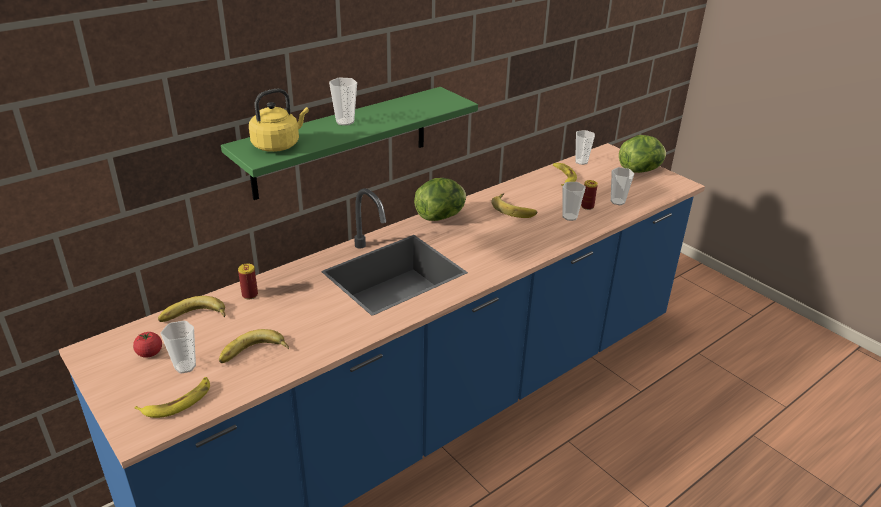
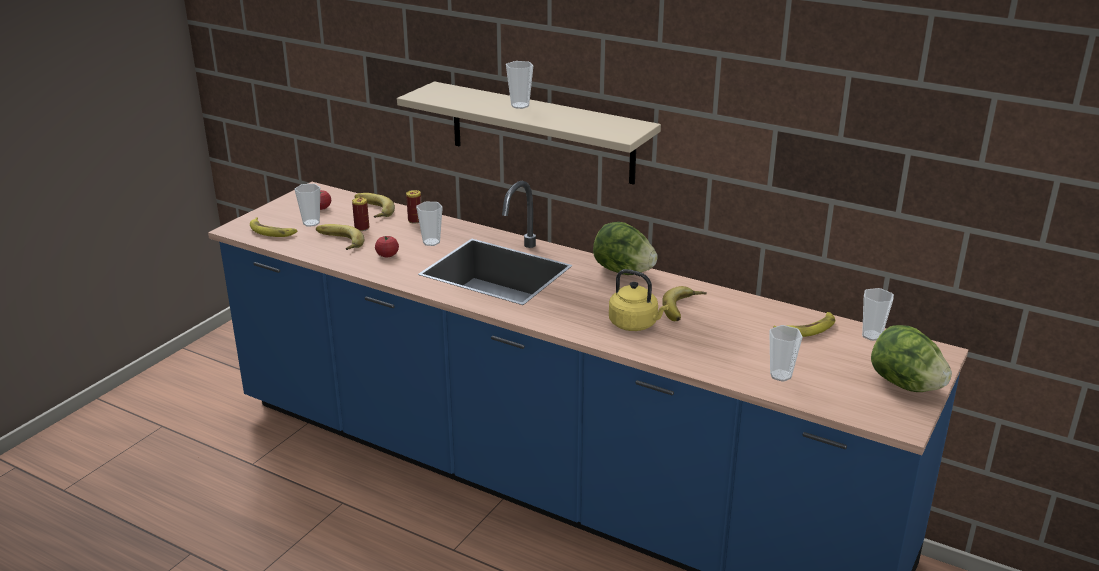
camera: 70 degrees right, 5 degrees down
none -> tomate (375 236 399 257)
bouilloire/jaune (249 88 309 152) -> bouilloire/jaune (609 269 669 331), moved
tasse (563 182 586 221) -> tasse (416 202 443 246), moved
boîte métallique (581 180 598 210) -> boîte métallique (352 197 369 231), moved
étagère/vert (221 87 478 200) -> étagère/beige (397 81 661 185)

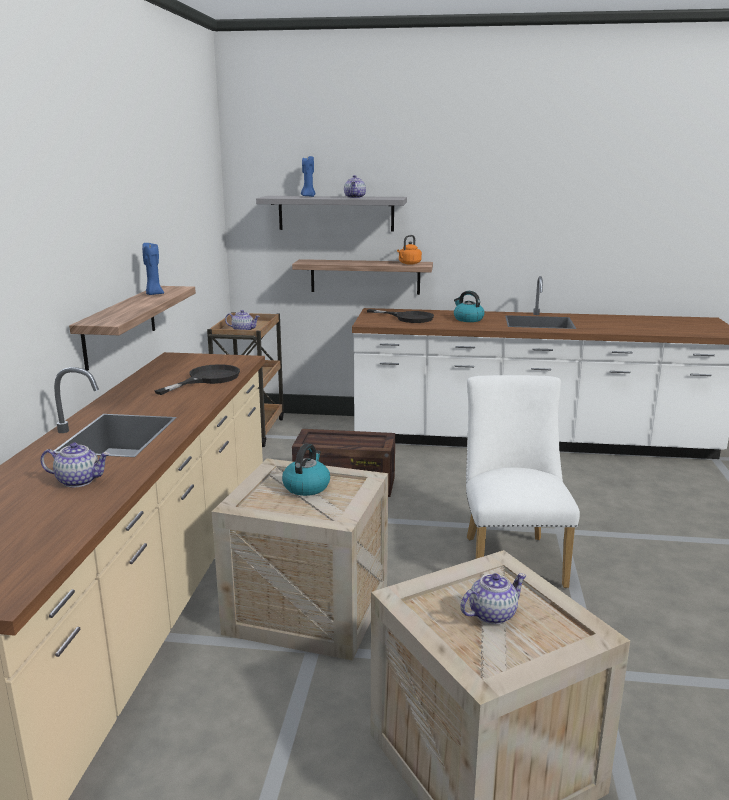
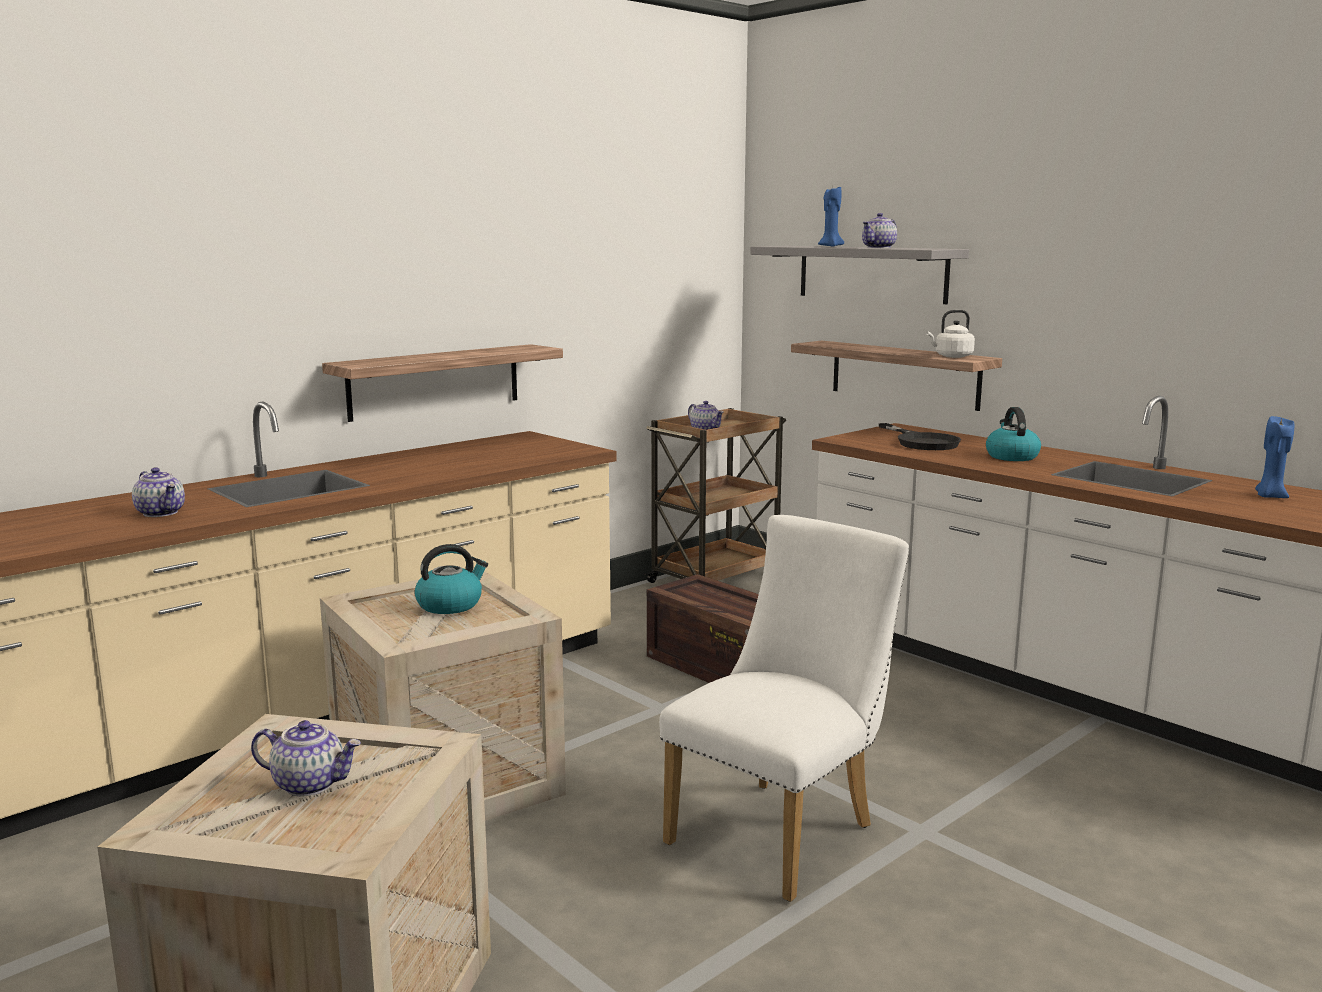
camera: 40 degrees right, 5 degrees down
poêle/noir (154 364 240 395) -> none
bougie/bleu (142 243 164 295) -> bougie/bleu (1255 416 1294 498), moved
bouilloire/orange (397 235 422 265) -> bouilloire/blanc (926 310 975 358)

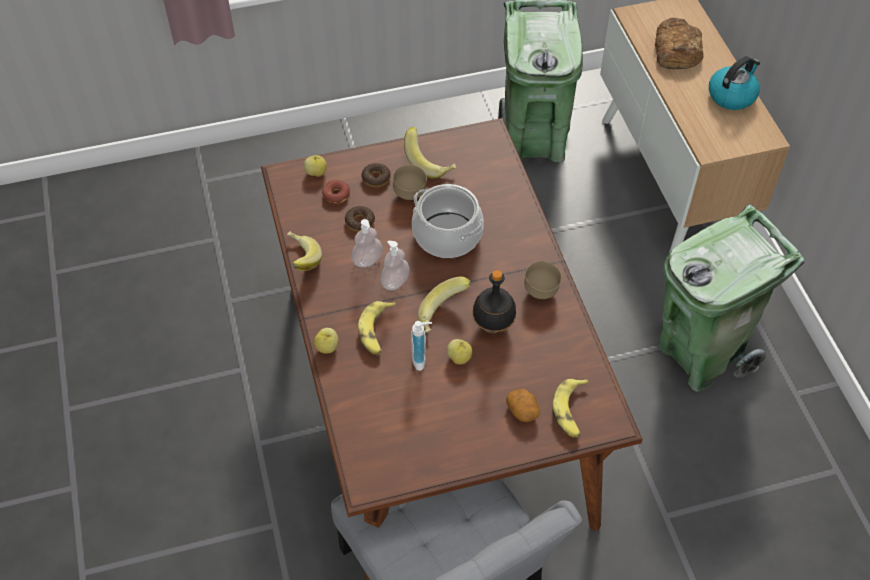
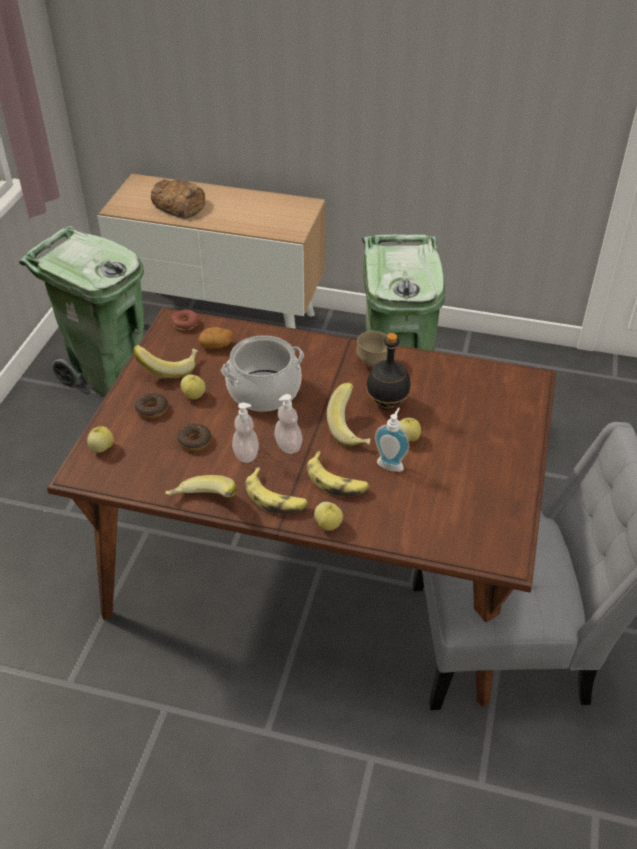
camera: 60 degrees left, 10 degrees down
bouilloire (709 56 760 110) -> none
beignet (322 180 350 205) -> beignet (171 310 199 331), moved
pomme de terre (506 389 540 422) -> pomme de terre (198 327 233 349), moved
banane (552 379 589 438) -> banane (245 467 308 514), moved
bol/marron (393 165 427 200) -> pomme (180 374 205 400)

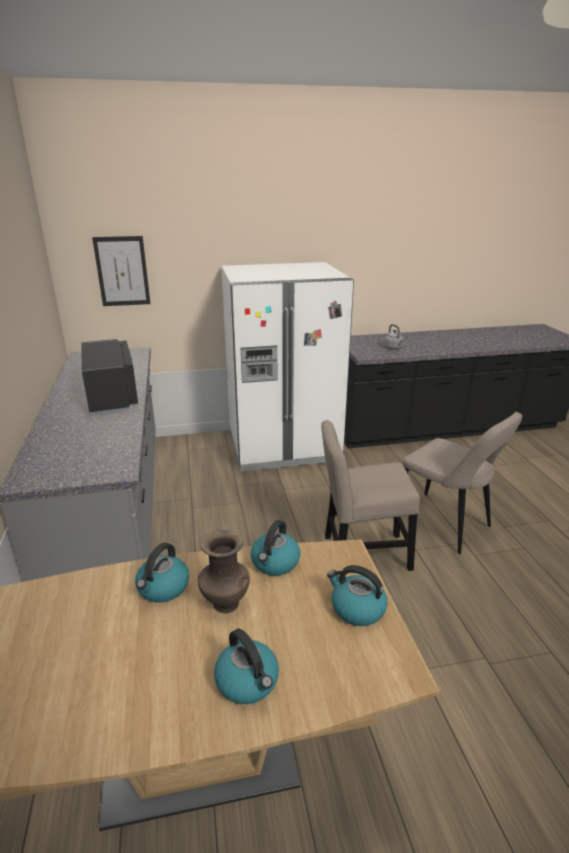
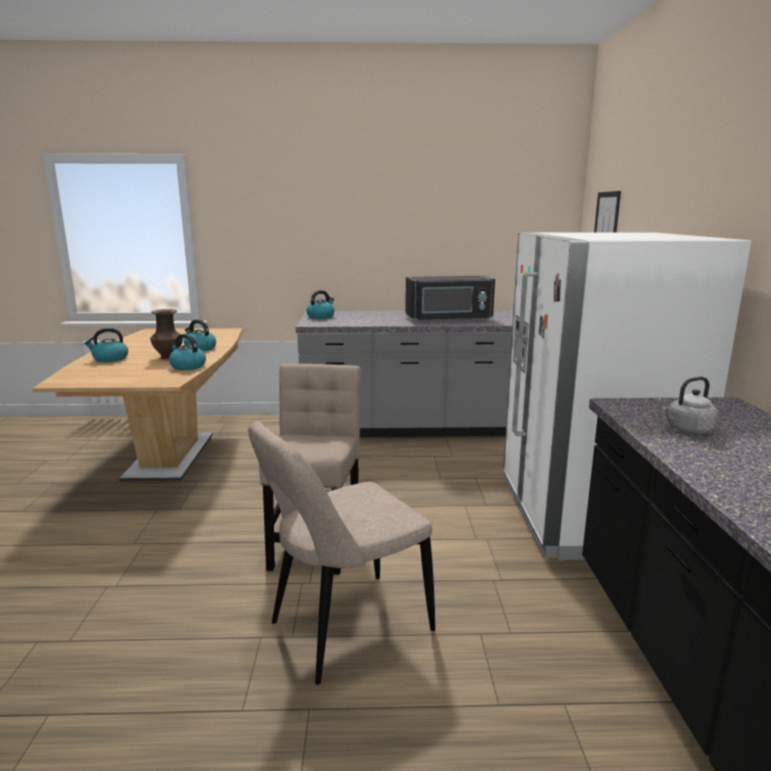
camera: 100 degrees right, 10 degrees down
bouilloire (327 565 387 626) -> bouilloire (306 290 335 319), moved

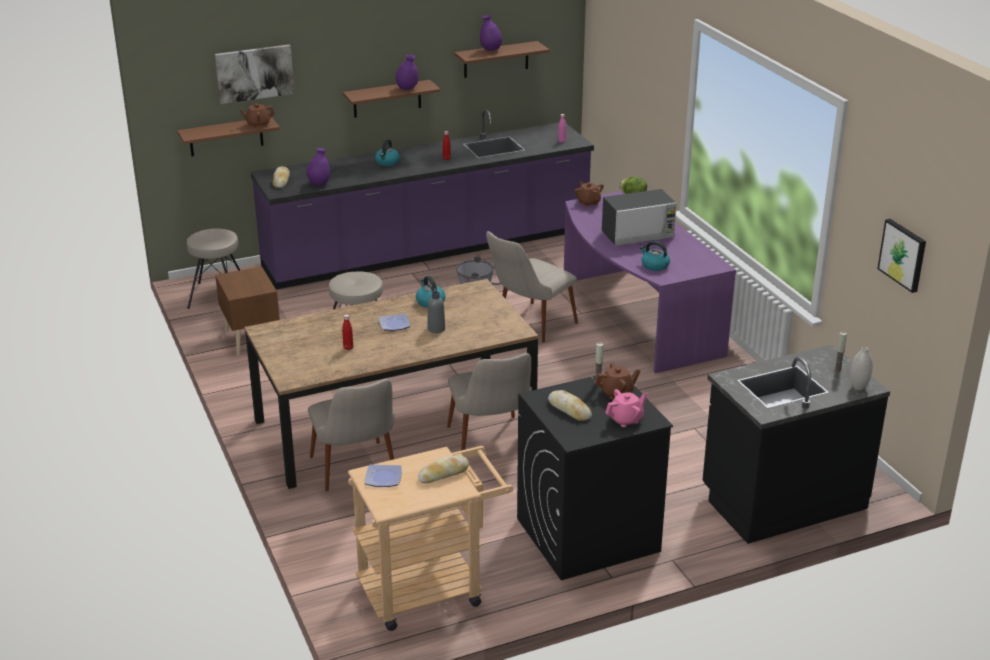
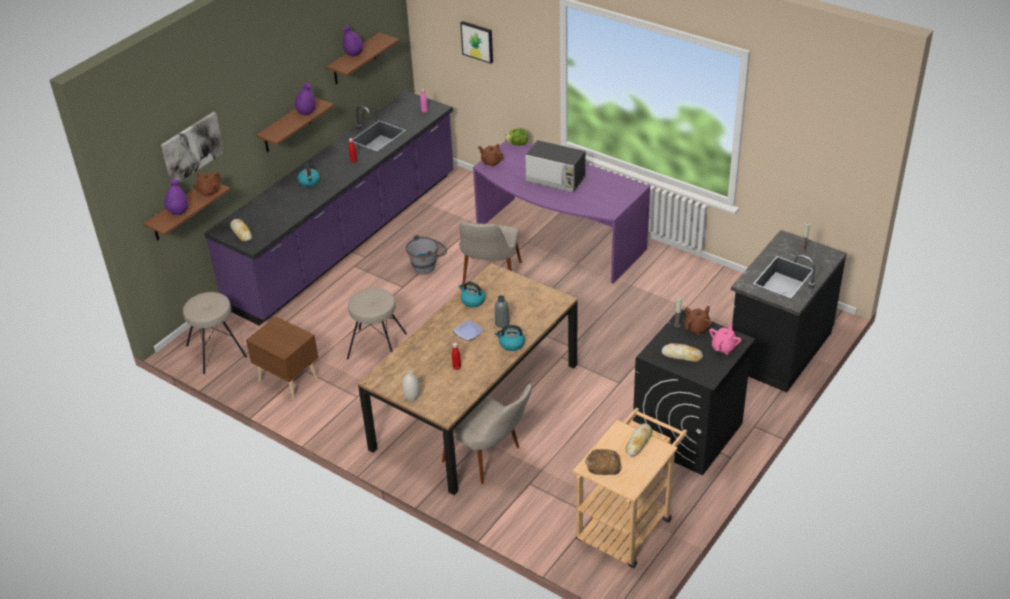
camera: 30 degrees left, 10 degrees up
chaise/beige (447 353 532 451) -> none
vase/violet (306 148 330 185) -> vase/violet (164 180 188 215), moved
bouilloire (640 241 670 271) -> bouilloire (495 325 525 351), moved
vase/blanc (850 347 873 390) -> vase/blanc (403 371 419 402), moved
tableau (877 219 926 293) -> tableau (460 21 493 64), moved
assiette (365 464 402 487) -> pain (585 449 622 475)
micro-ondes (602 189 677 246) -> micro-ondes (525 140 585 192), 75 degrees clockwise

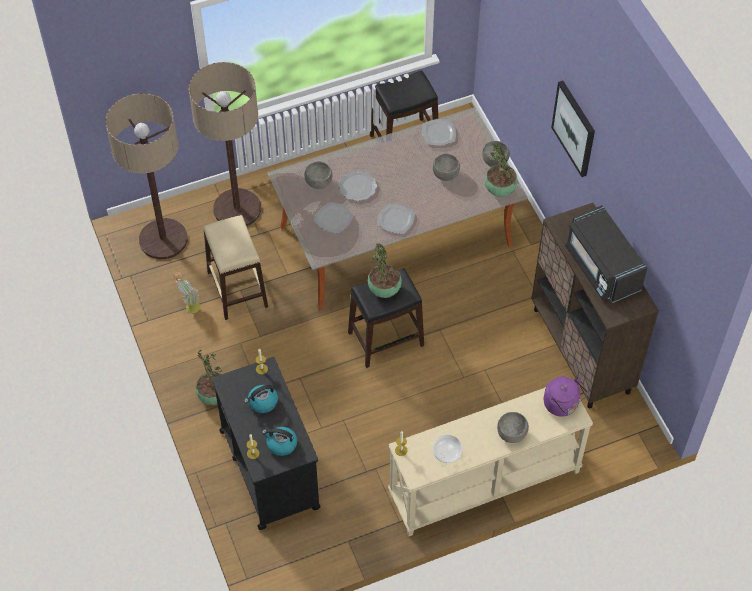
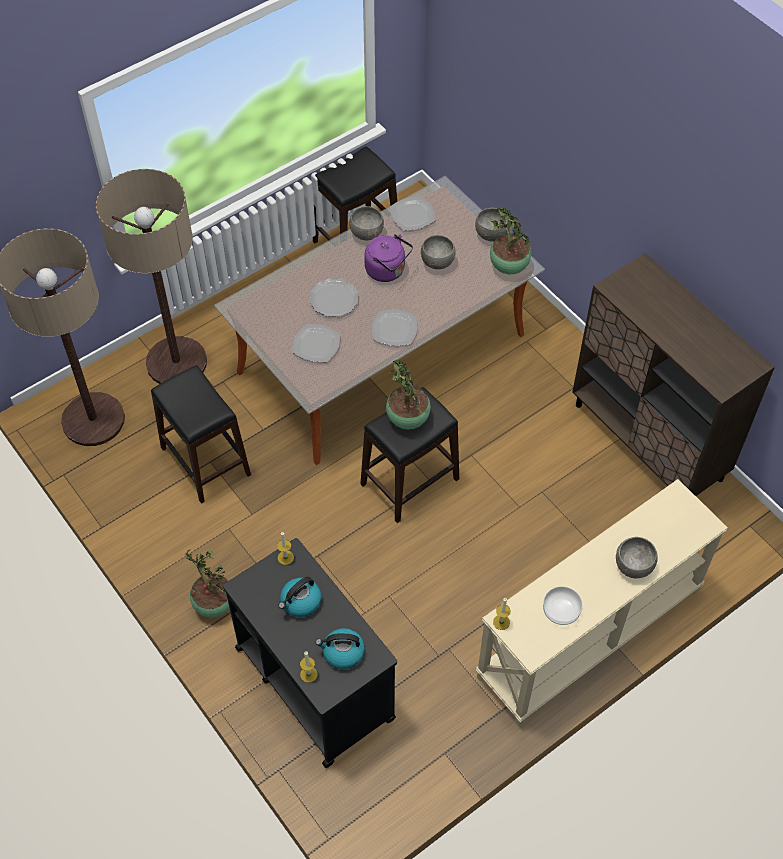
camera: 15 degrees left, 0 degrees up
plante en pot (173 272 200 313) -> none
tableau (551 81 595 177) -> none
micro-ondes/noir (565 205 647 303) -> none
bol/gris (304 161 332 189) -> bol/gris (349 206 384 240), moved
bouilloire/violet (544 377 588 417) -> bouilloire/violet (364 234 413 282), moved
tabouret/beige (203 215 268 320) -> tabouret/noir (151 365 251 504)

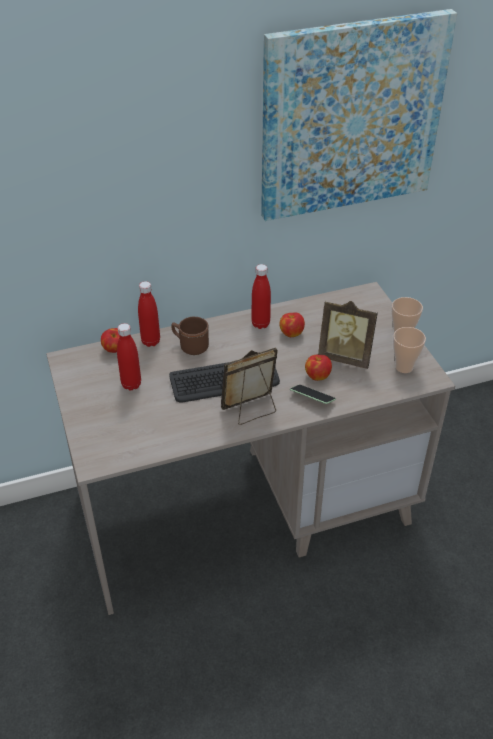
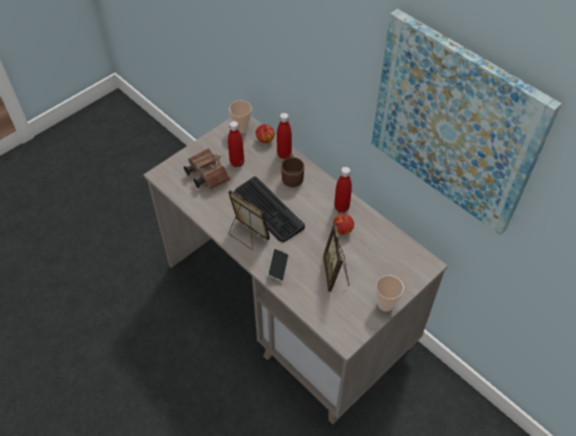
camera: 65 degrees right, 10 degrees up
pomme (305 355 332 381) -> none
none -> jumelles/marron (184 149 231 189)
tasse (393 327 426 373) -> tasse (229 101 252 134), moved

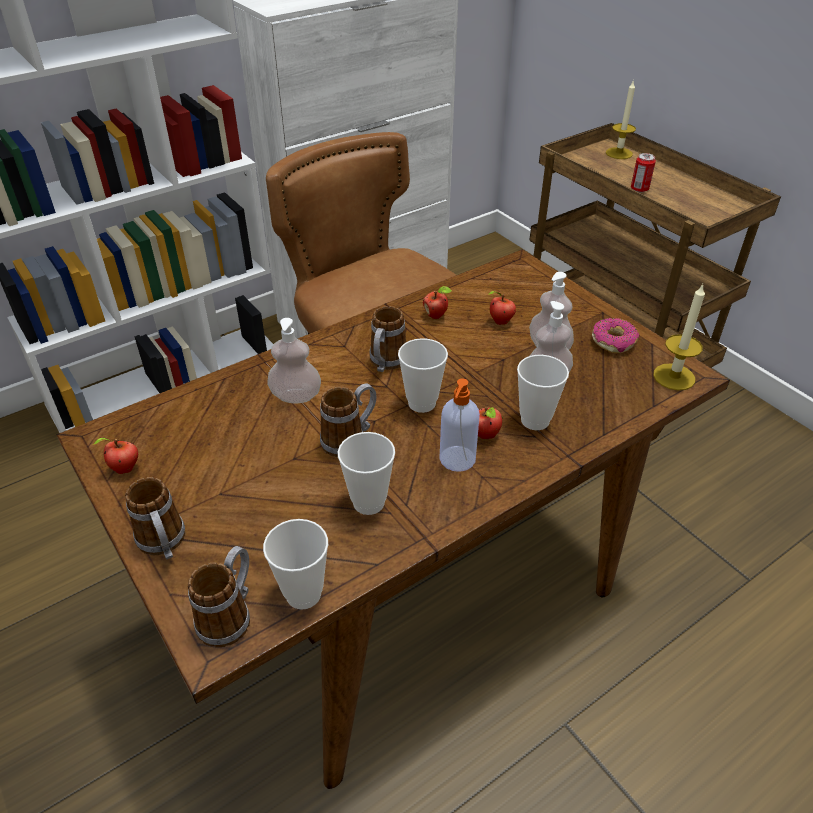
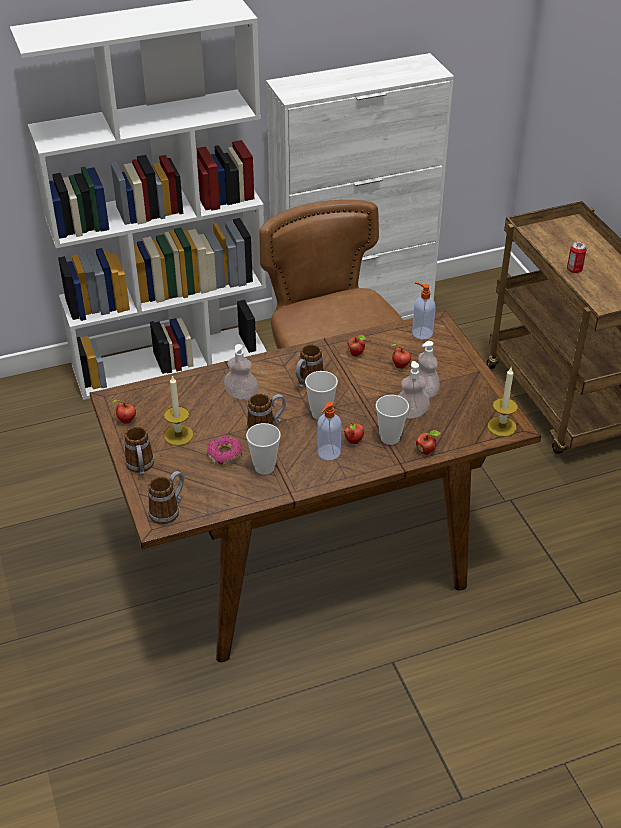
camera: 15 degrees right, 0 degrees up
tasse (263 519 328 610) -> none
none -> distributeur de savon (412 282 436 339)
none -> pomme (416 430 441 455)
beignet (592 318 639 353) -> beignet (207 436 242 465), moved
bougie (606 80 636 159) -> bougie (164 375 193 446), moved

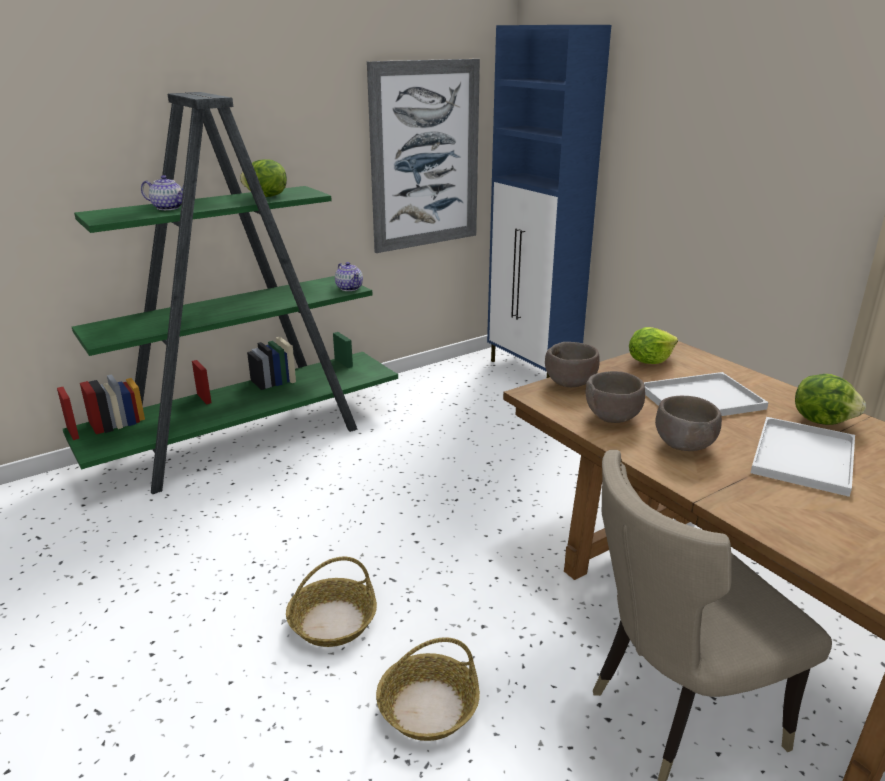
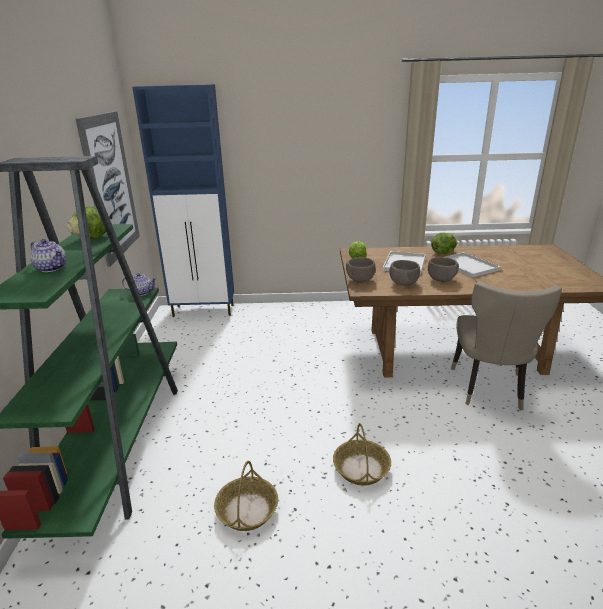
camera: 55 degrees left, 0 degrees up
panier (376 637 480 741) -> panier (214 461 278 531), moved
théière (141 175 184 210) -> théière (30 239 66 272), 75 degrees clockwise

